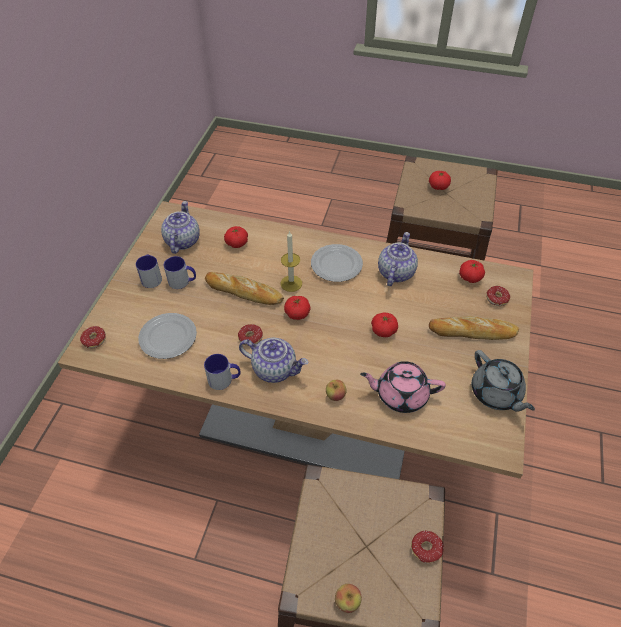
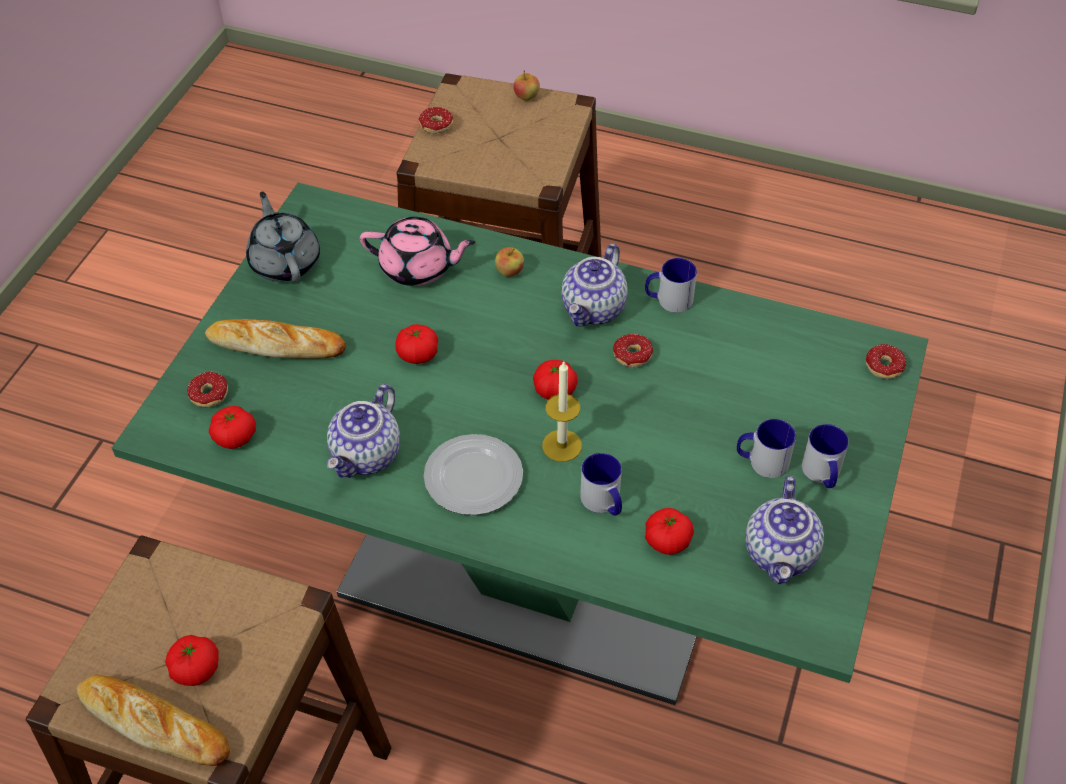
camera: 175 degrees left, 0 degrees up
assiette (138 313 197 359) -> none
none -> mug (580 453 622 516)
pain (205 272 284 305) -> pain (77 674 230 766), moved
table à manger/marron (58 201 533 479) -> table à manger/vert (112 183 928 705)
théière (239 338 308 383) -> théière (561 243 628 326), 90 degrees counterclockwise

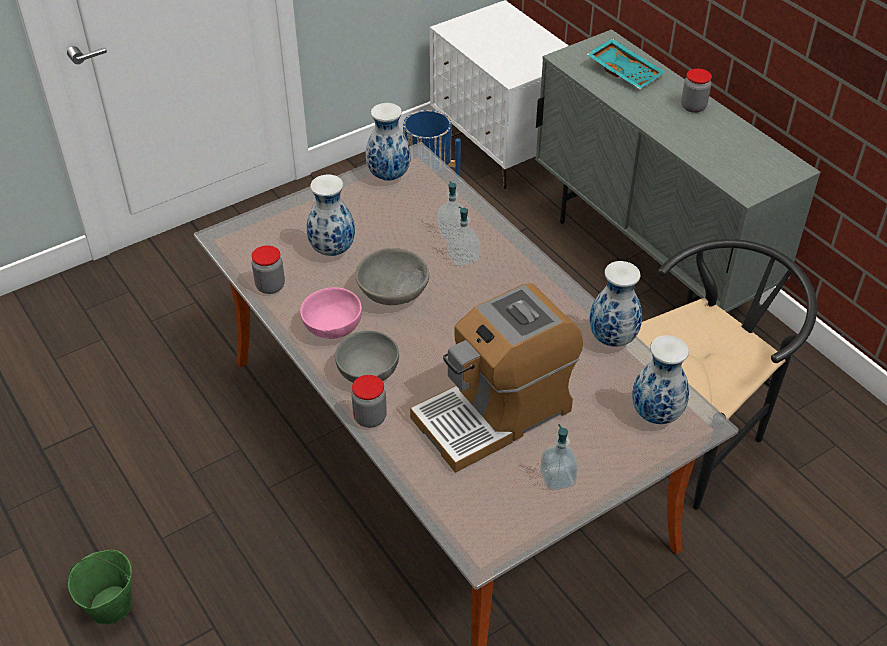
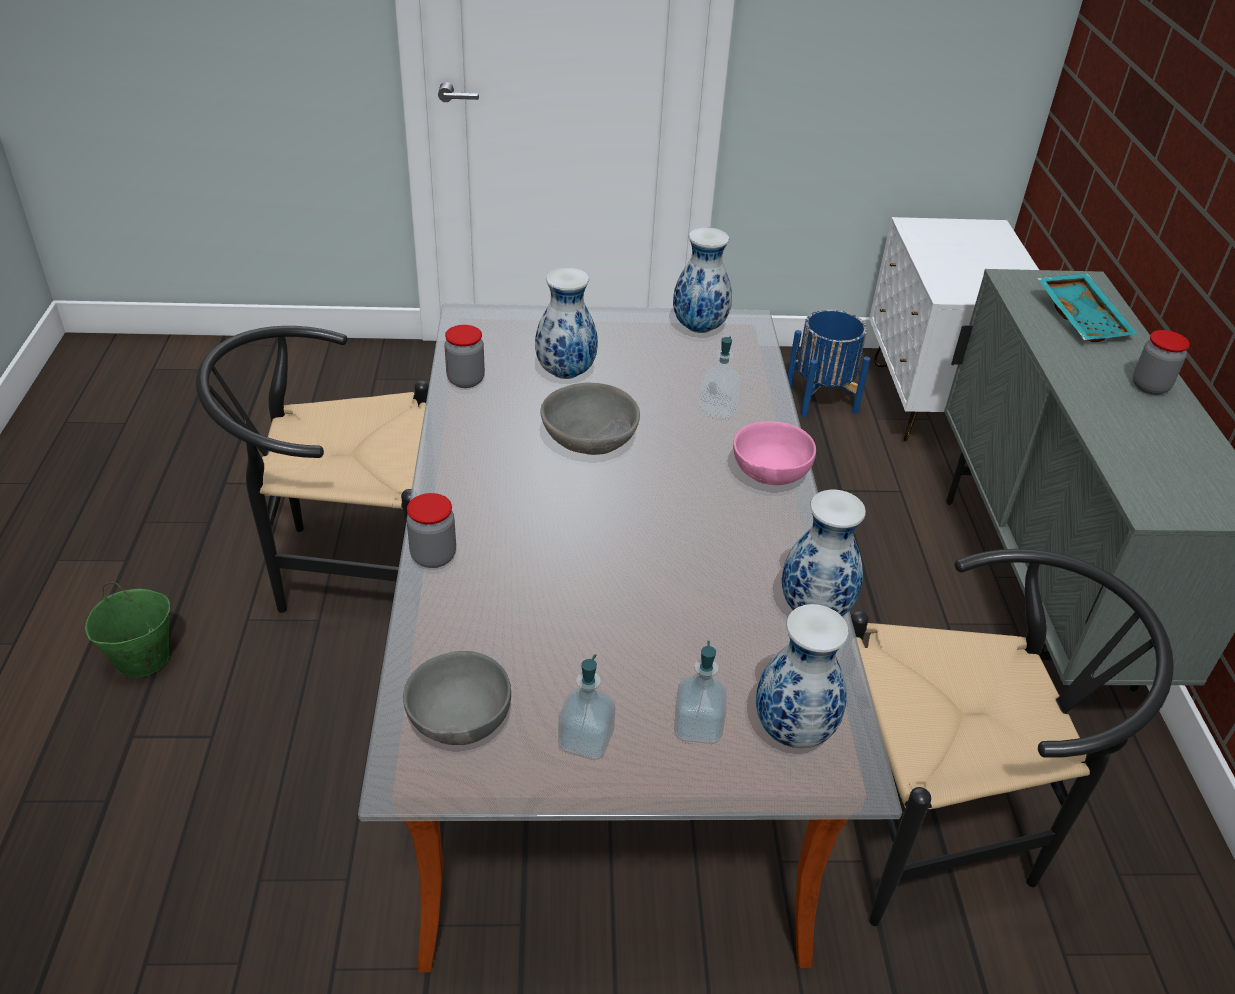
camera: 30 degrees right, 5 degrees down
machine à café (410 283 583 473) -> none
none -> chaise/noir (196 326 429 613)
bol/rose (300 287 362 339) -> bol/rose (733 422 816 485), moved
bol/gris (335 331 399 383) -> bol/gris (403 651 511 745), moved
distributeur de savon (448 206 479 267) -> distributeur de savon (674 641 727 744), moved

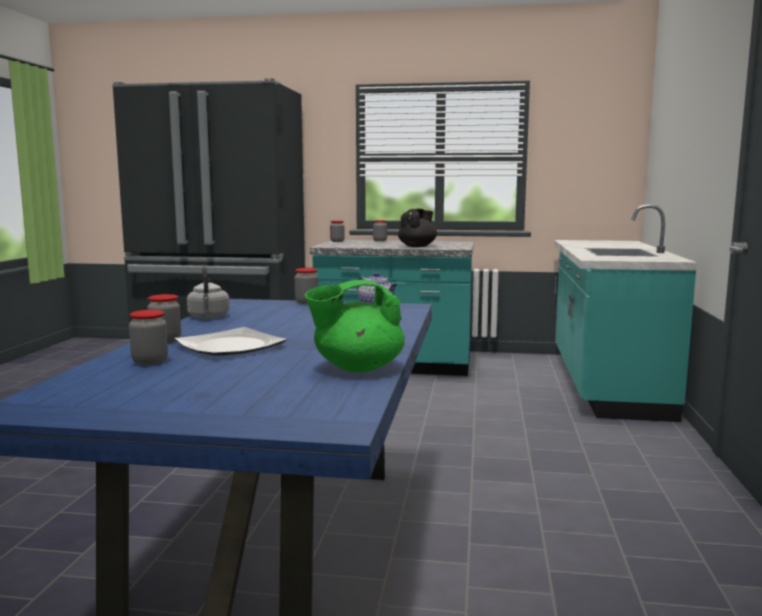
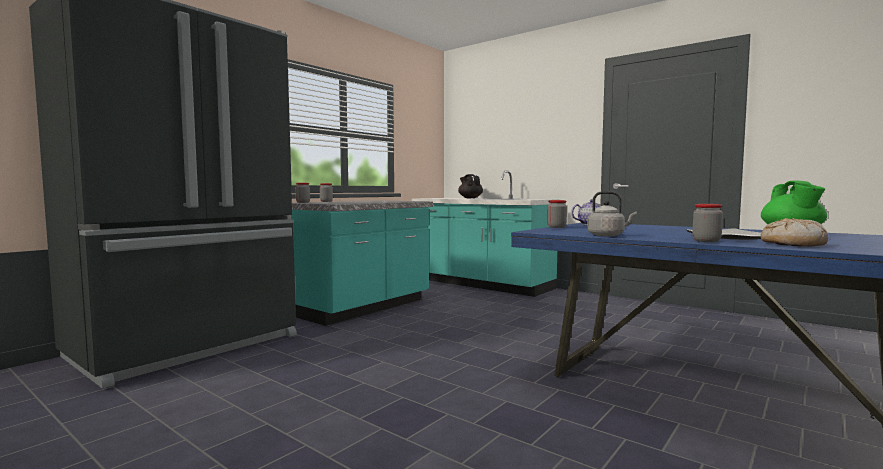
camera: 60 degrees left, 5 degrees down
théière/noir (398 209 437 247) -> théière/noir (458 174 483 198), moved
bocal (129 310 168 366) -> pain (761 218 828 247)

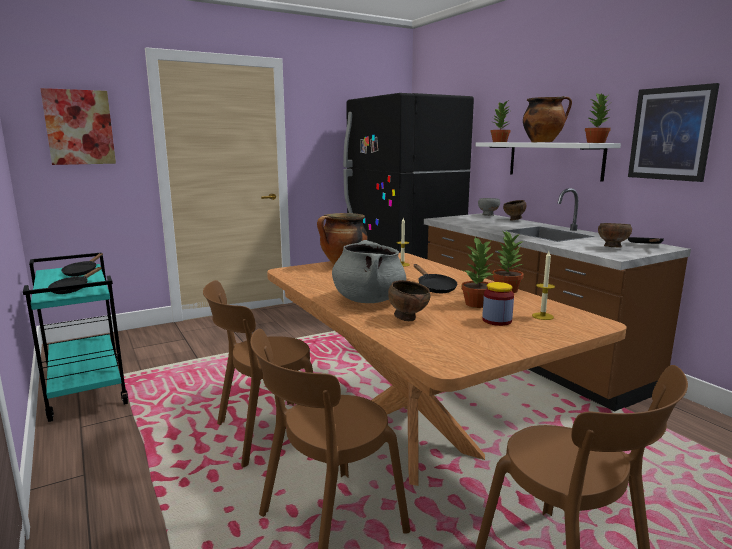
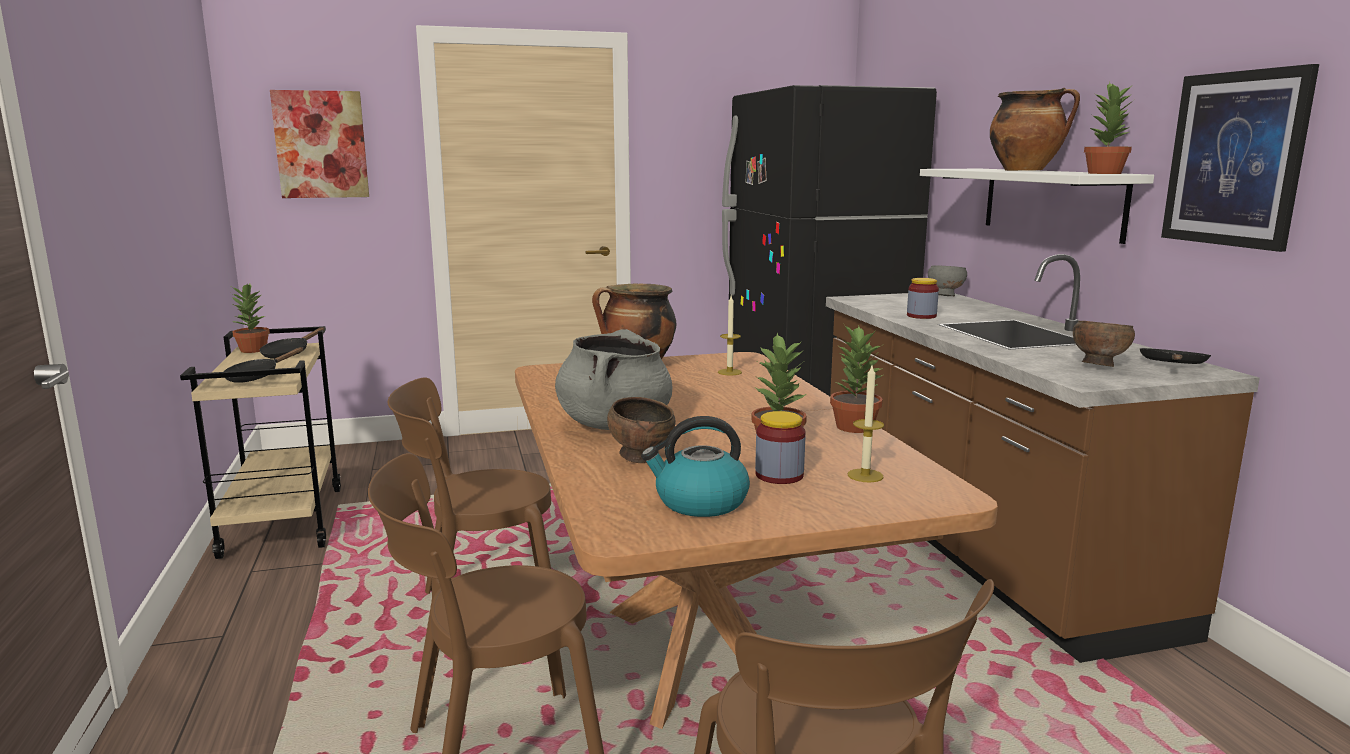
camera: 15 degrees right, 0 degrees up
poêle/noir (414 264 457 293) -> none
bol/marron (503 200 526 220) -> none
none -> bouilloire (641 416 750 517)
none -> bocal (907 278 939 319)
plante en pot (491 101 511 142) -> plante en pot (231 284 270 353), moved
chariot/turquoise (23 253 128 422) -> chariot/beige (180 326 341 559)

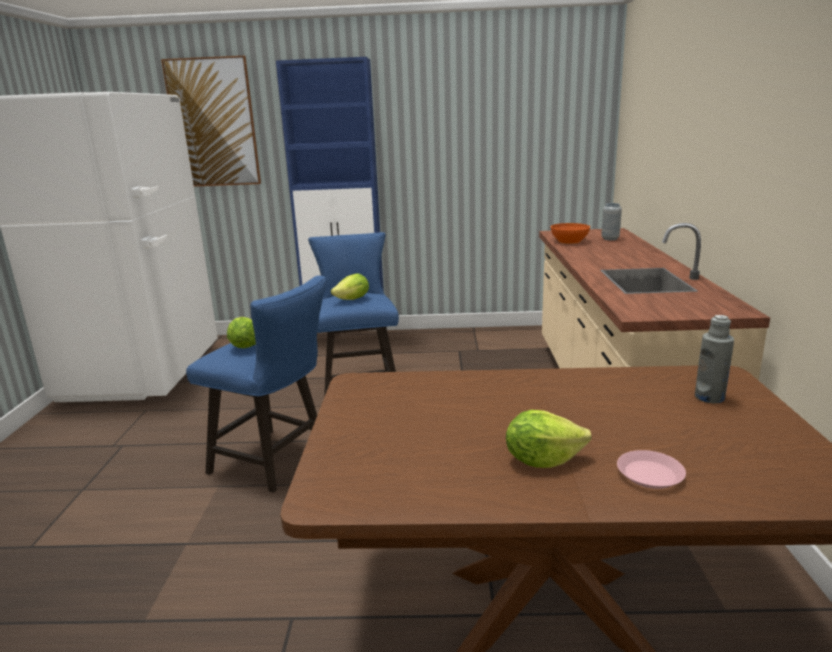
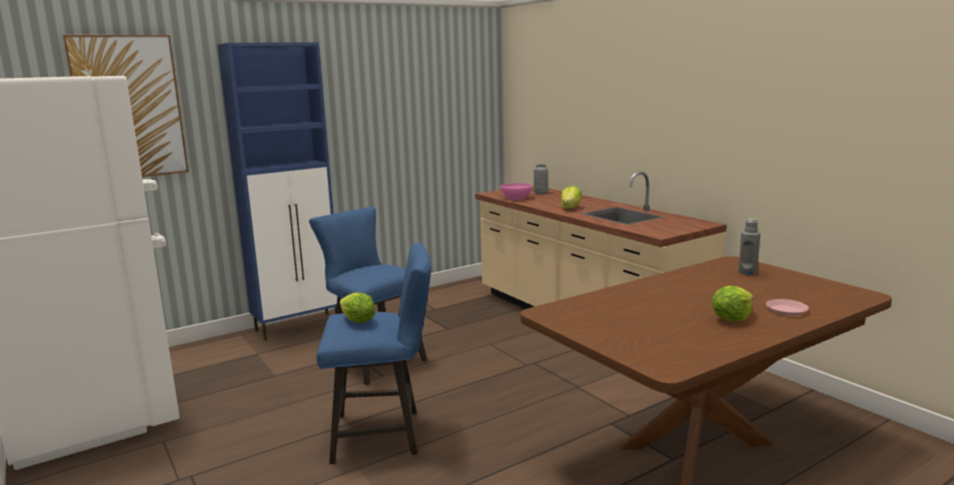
camera: 35 degrees left, 5 degrees down
laitue (331 274 369 300) -> laitue (560 186 582 209), moved
bol/orange (550 223 590 244) -> bol/rose (500 183 532 200)

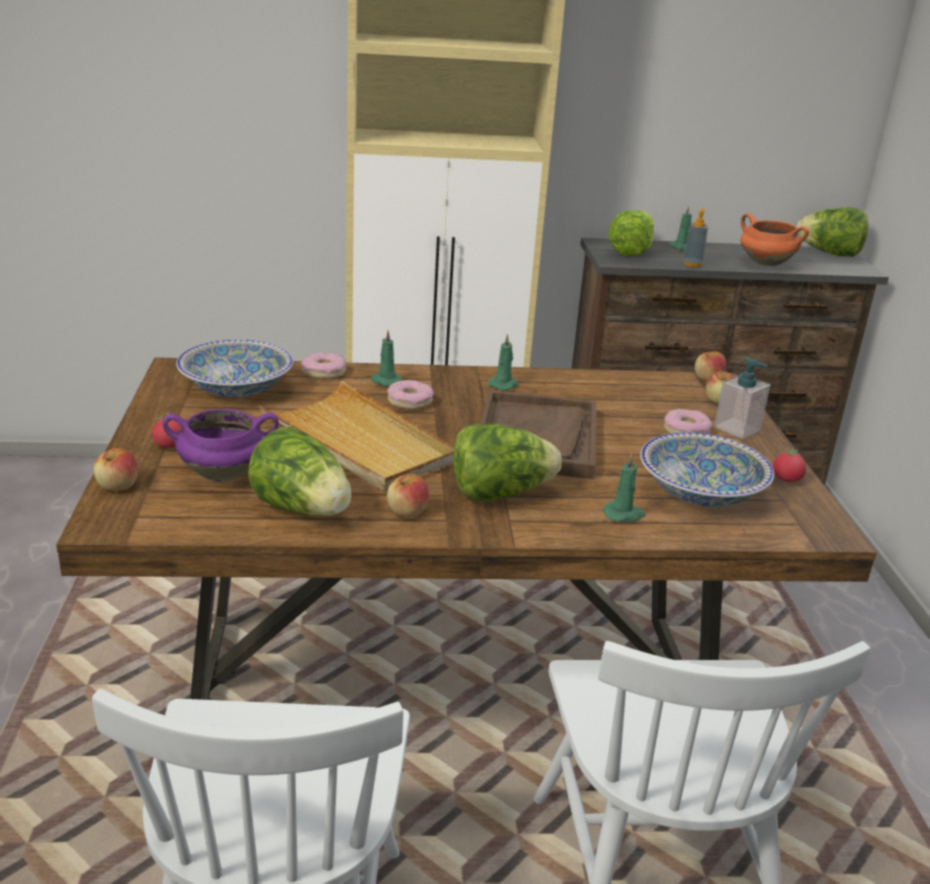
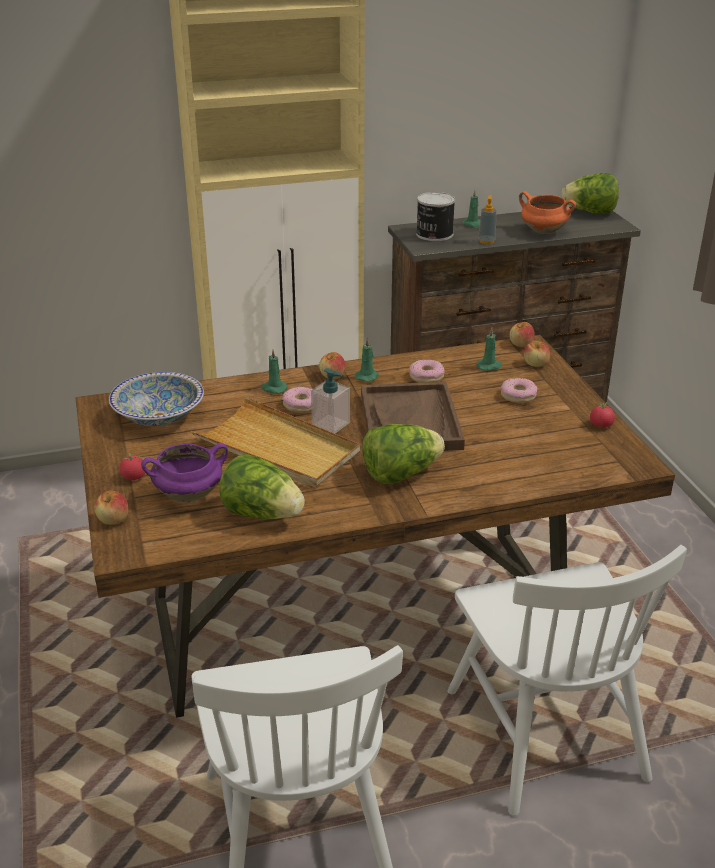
camera: 10 degrees left, 5 degrees up
bol (640 432 774 507) -> none
beignet (301 352 346 380) -> beignet (409 359 445 383), moved
pomme (387 474 429 517) -> pomme (319 352 345 379), moved
bougie/vert (603 454 645 522) -> bougie/vert (477 328 502 371), moved
distributeur de savon (714 357 771 439) -> distributeur de savon (311 368 350 433), moved
laitue (608 210 654 256) -> boîte métallique (416 192 455 241)

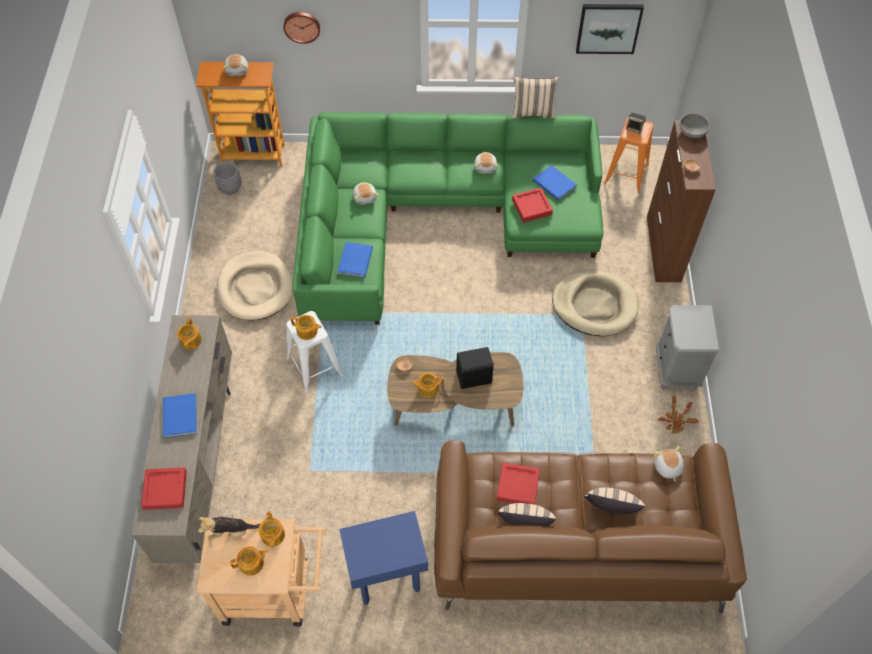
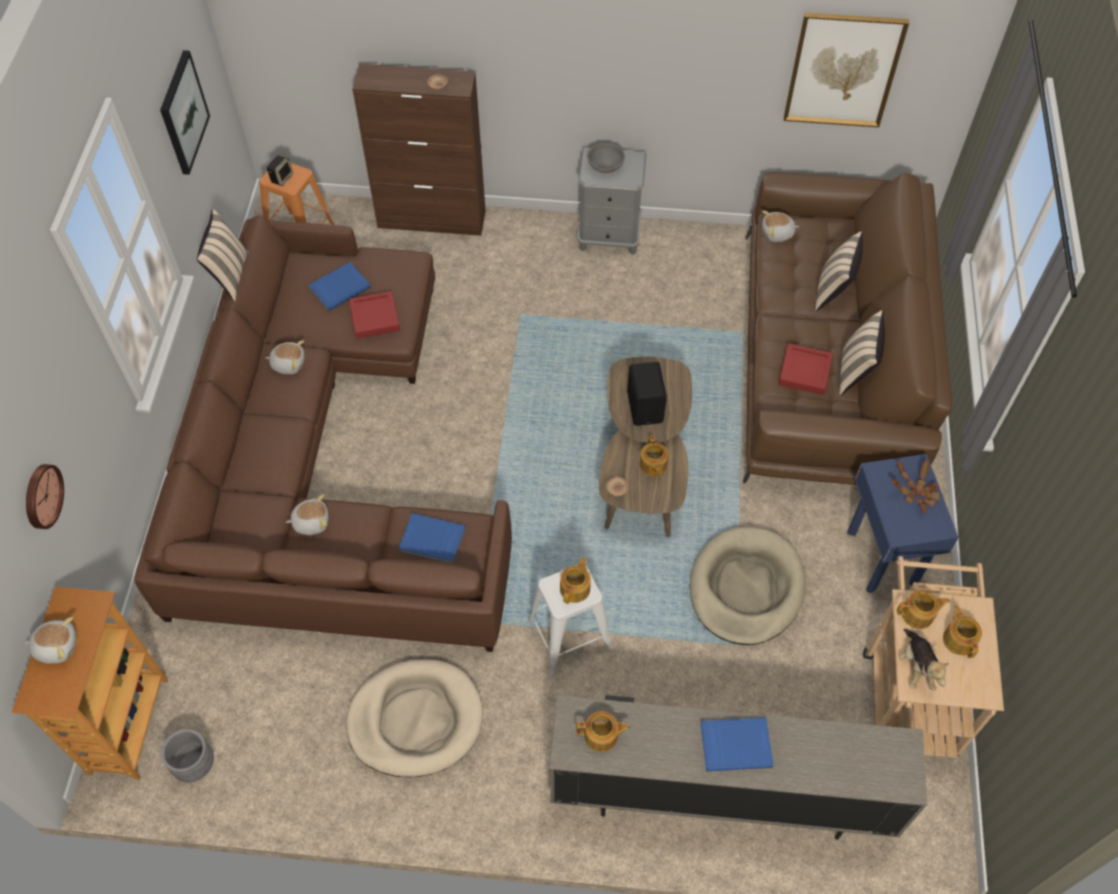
camera: 85 degrees left, 0 degrees up
plateau/rouge (141 467 187 510) -> none
none -> tableau (784 13 909 127)
panier pour chien/beige (552 270 639 336) -> panier pour chien/beige (690 527 806 645), moved
plante en pot (657 395 699 434) -> plante en pot (892 460 940 513), moved
bol/gris (679 113 710 138) -> bol/gris (587 143 625 173), moved
canapé/vert (292 112 603 324) -> canapé/marron (134 215 512 652)

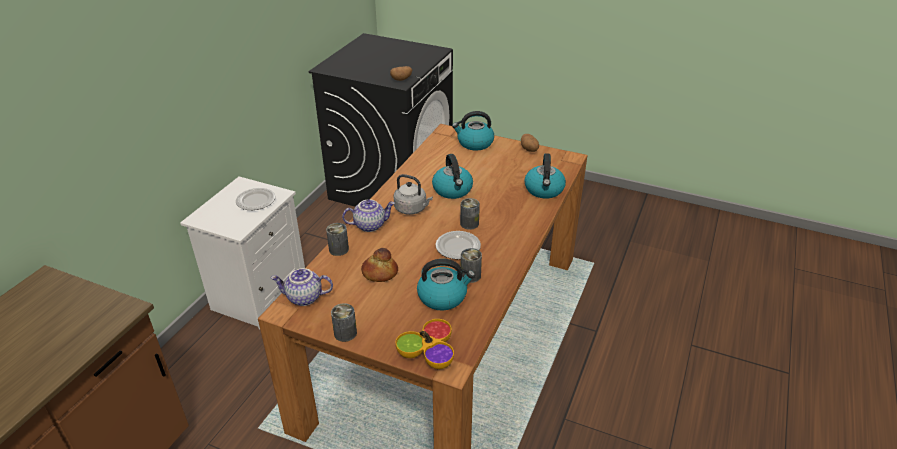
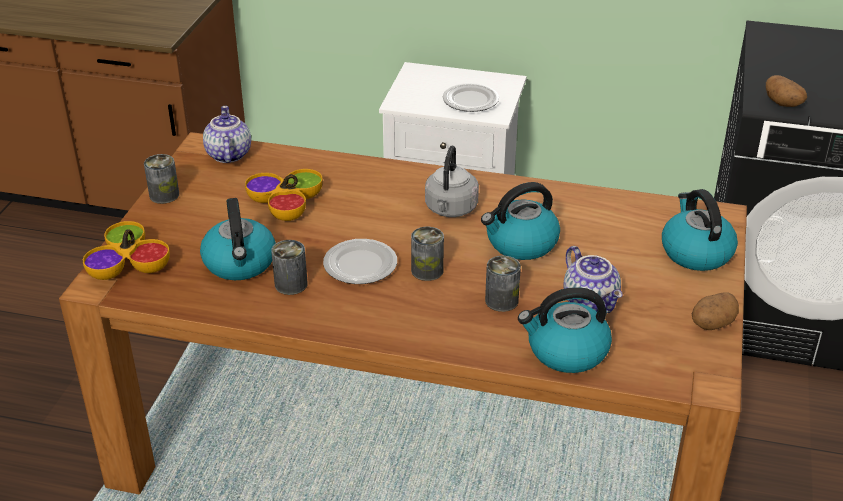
camera: 80 degrees right, 0 degrees up
boîte métallique (326 223 349 256) -> boîte métallique (485 255 521 312), moved
théière (342 199 395 232) -> théière (564 246 622 313), moved
pain (361 248 398 282) -> bol (245 169 323 221)

